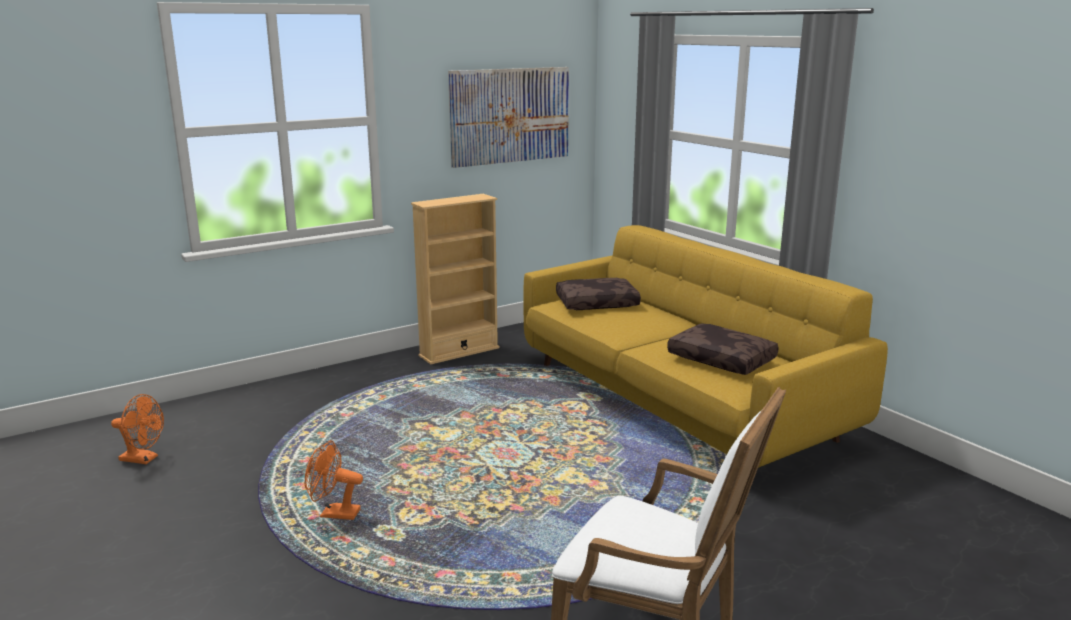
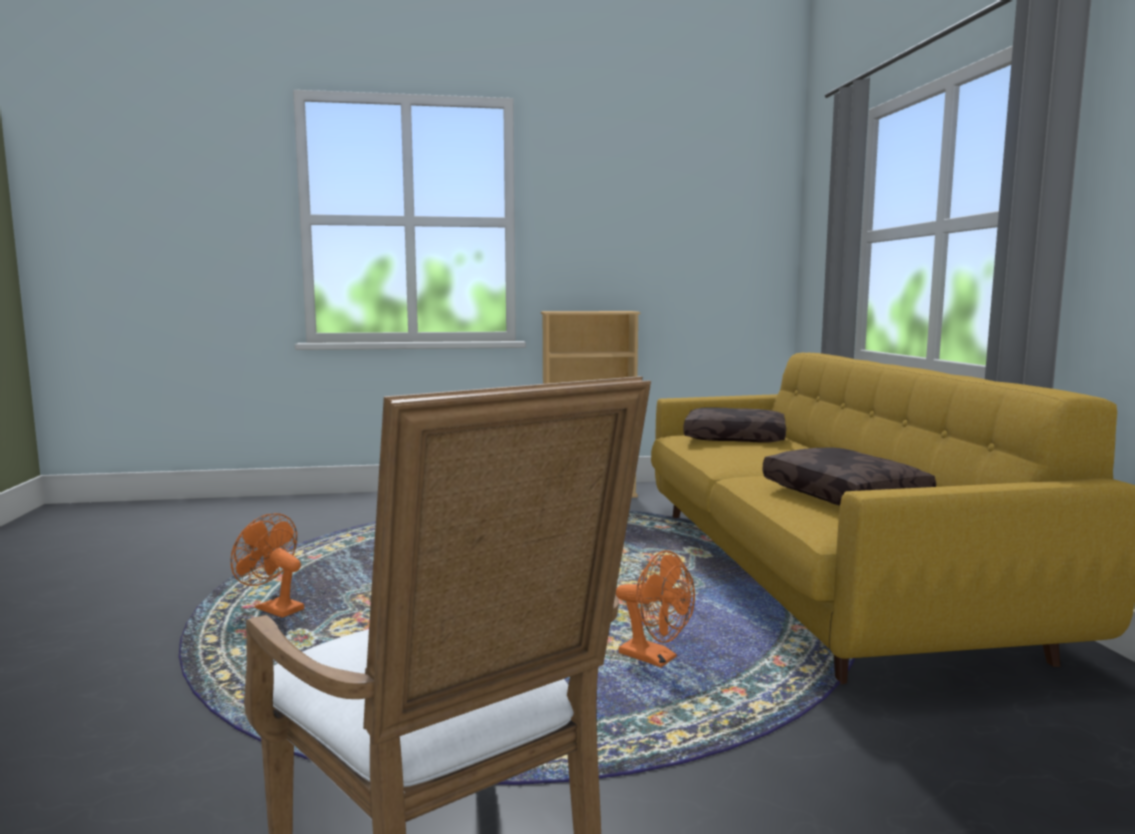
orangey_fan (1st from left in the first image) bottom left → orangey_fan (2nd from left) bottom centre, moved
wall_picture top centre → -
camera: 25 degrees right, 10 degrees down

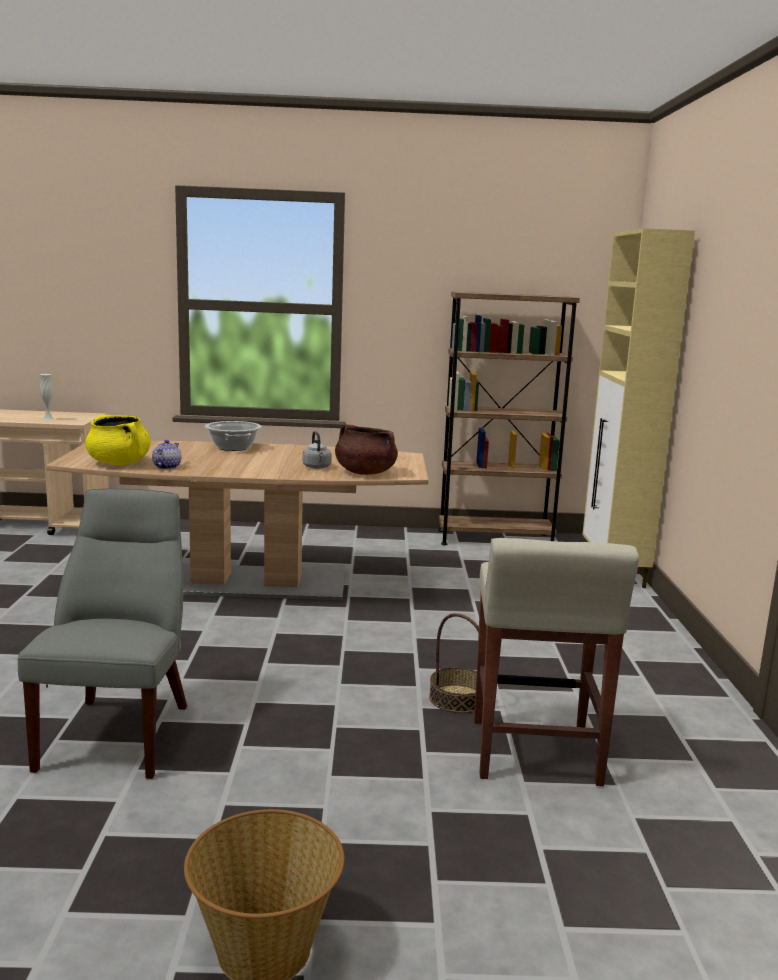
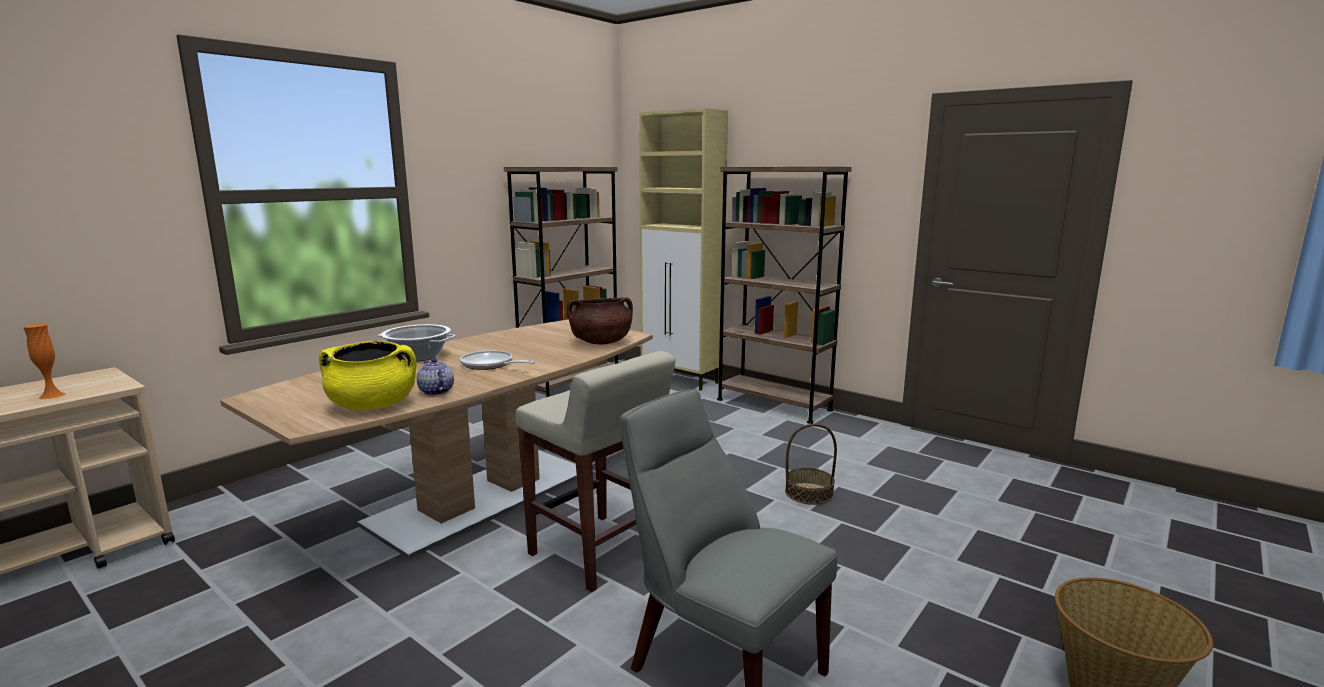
white_decorative_vase middle left → orangey_decorative_vase middle left
gray_water_kettle centre → -
beige-coloured_stool_seat bottom right → beige-coloured_stool_seat bottom centre, moved
- → pan centre
- → brownish_bookcase (2nd from left) centre
camera: 50 degrees left, 0 degrees up

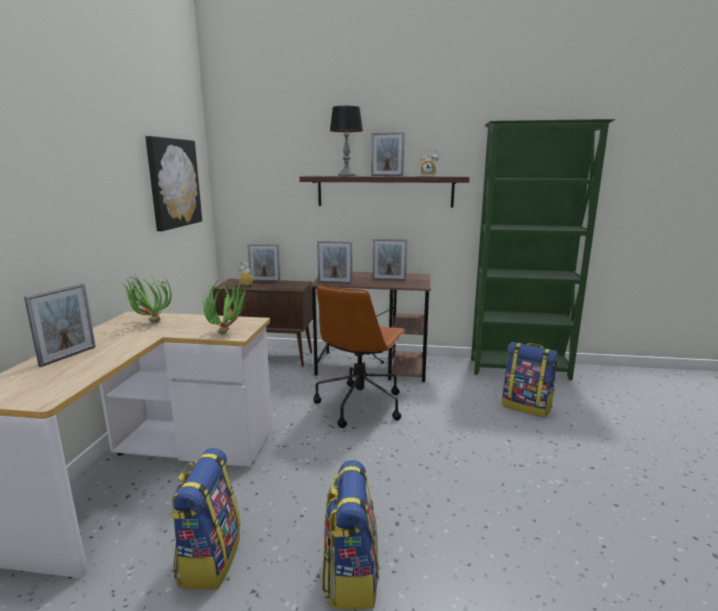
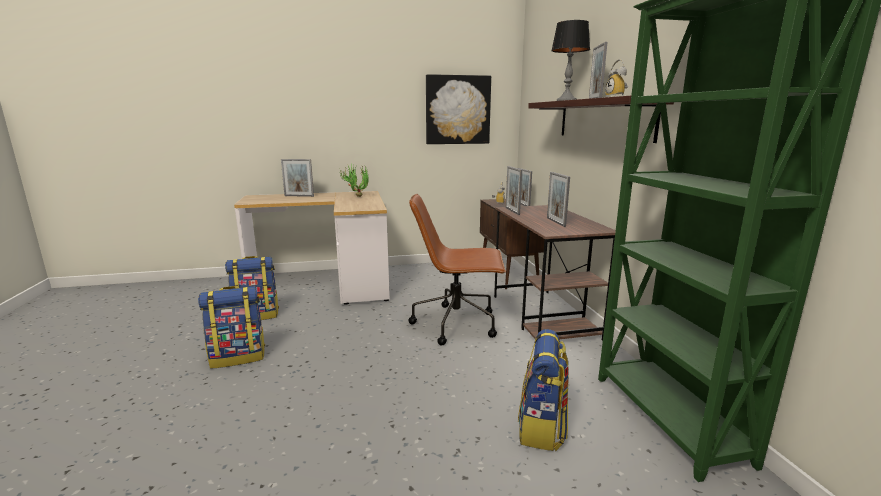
plant_in_a_pot (2nd from left) middle left → -
camera: 70 degrees right, 0 degrees up

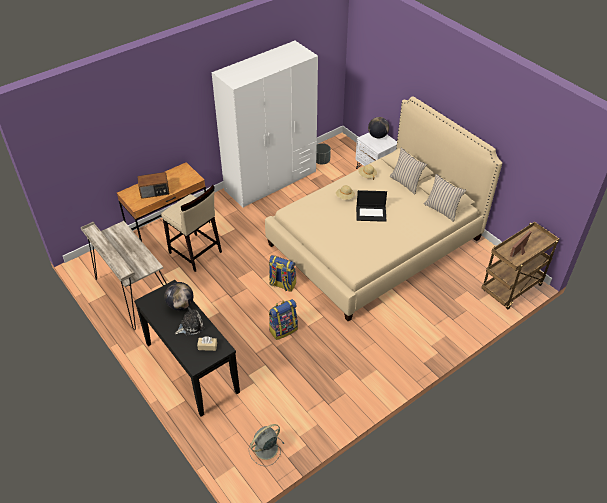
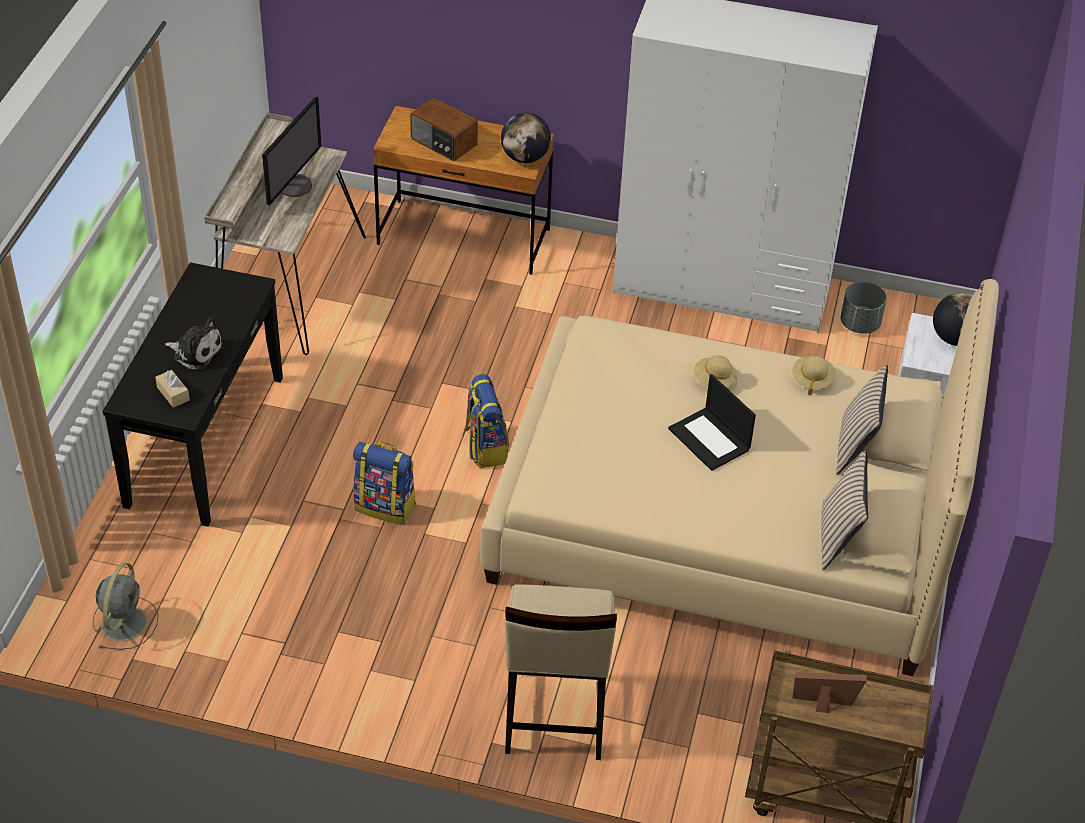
beige-coloured_stool_seat middle left → beige-coloured_stool_seat bottom centre, moved
world_globe (1st from left) middle left → world_globe (1st from left) top centre, moved
gray_fan bottom centre → gray_fan bottom left, 90 degrees clockwise
- → monitor top left
camera: 50 degrees right, 0 degrees up

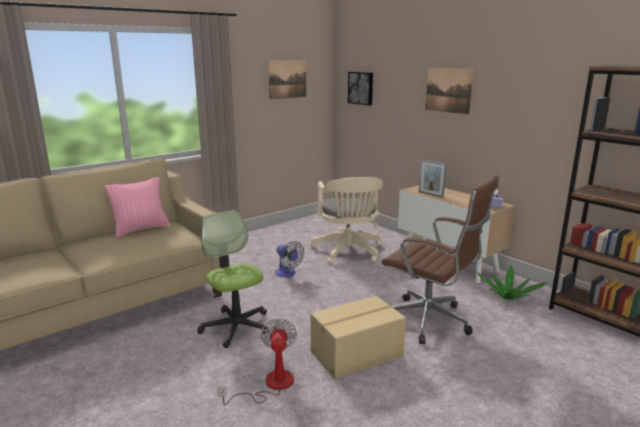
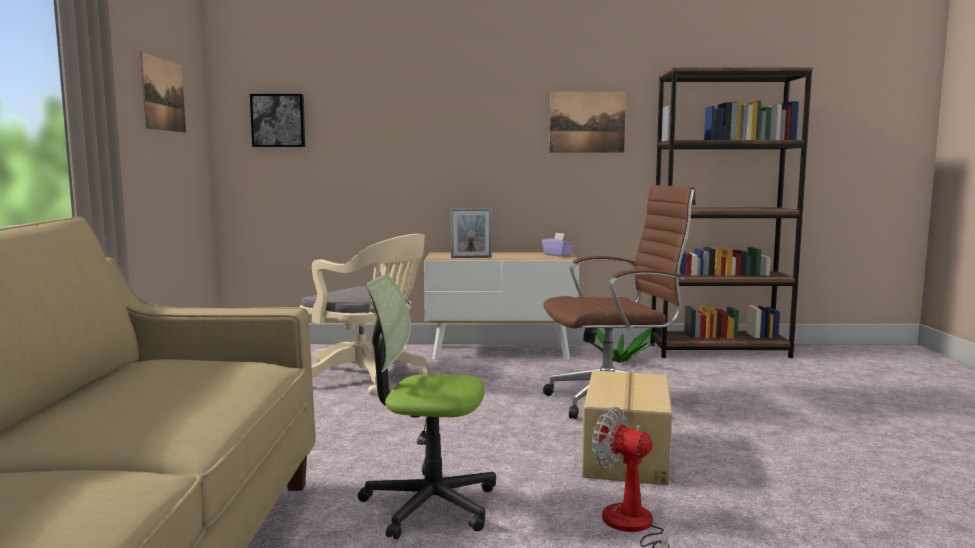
pinkish_cushion middle left → -
fan (2nd from left) centre → -
wall_picture (3rd from left) top right → wall_picture (3rd from left) top centre, moved
camera: 50 degrees left, 10 degrees down

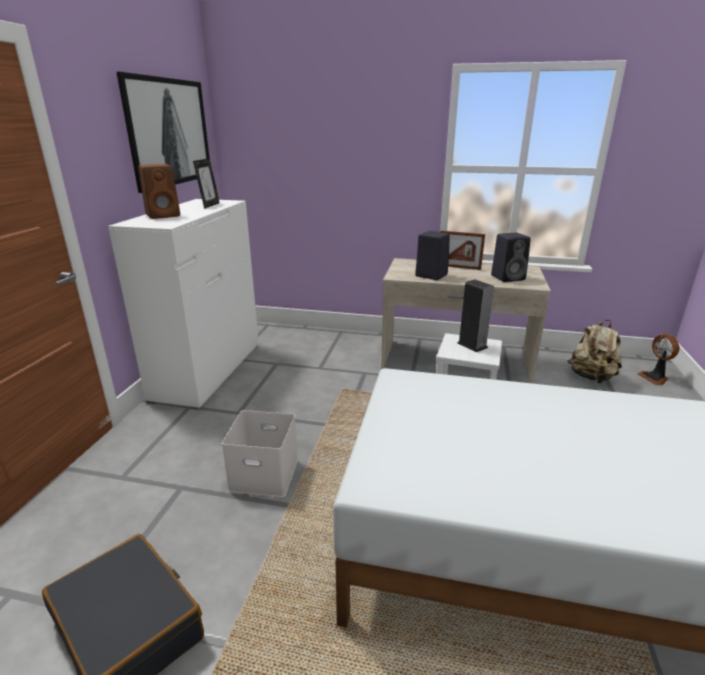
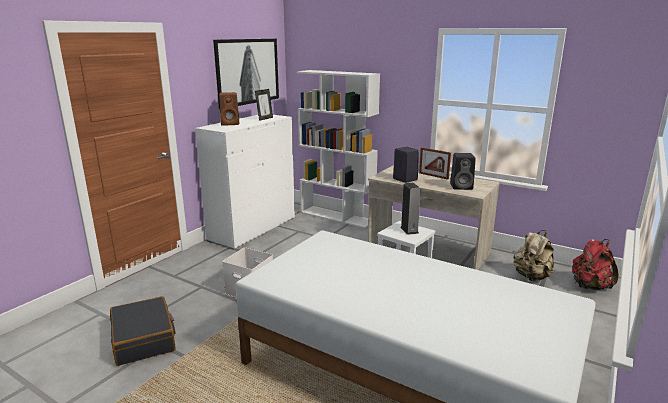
fan middle right → red-coloured_rucksack middle right
- → white_bookcase centre
camera: 20 degrees right, 5 degrees down

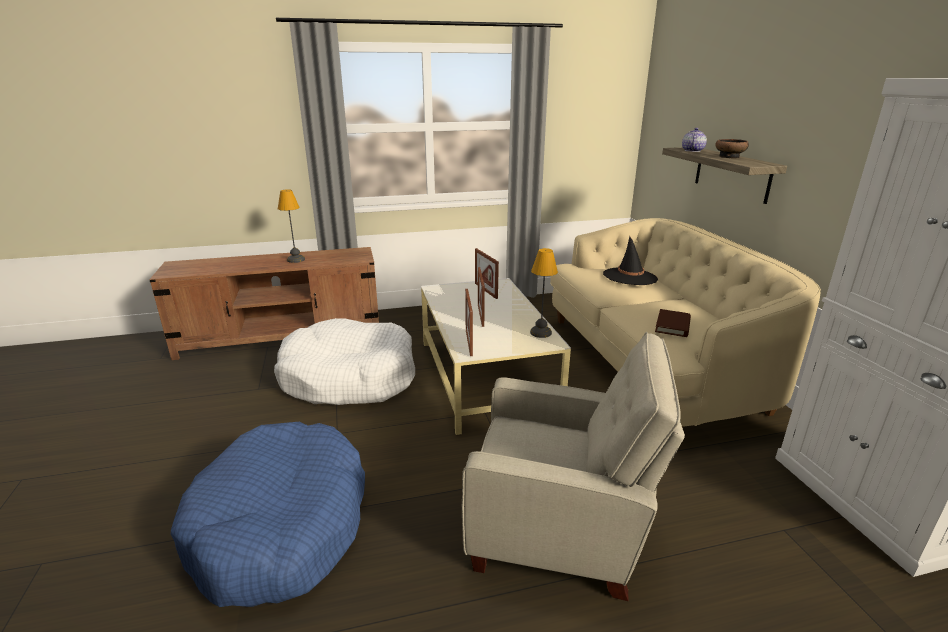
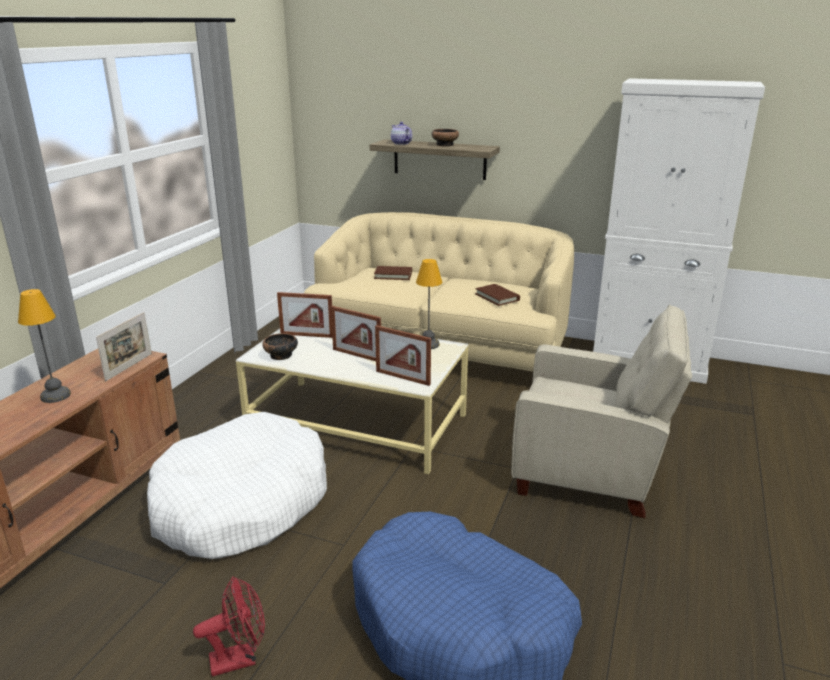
beige-coloured_easy_chair bottom centre → beige-coloured_easy_chair middle right, 60 degrees clockwise
black-coloured_clothing_hat centre → brownish_volume (1st from left) centre
- → picture_frame (1st from left) middle left
- → red-coloured_fan bottom left
- → serving_bowl (1st from left) centre
camera: 55 degrees left, 0 degrees up

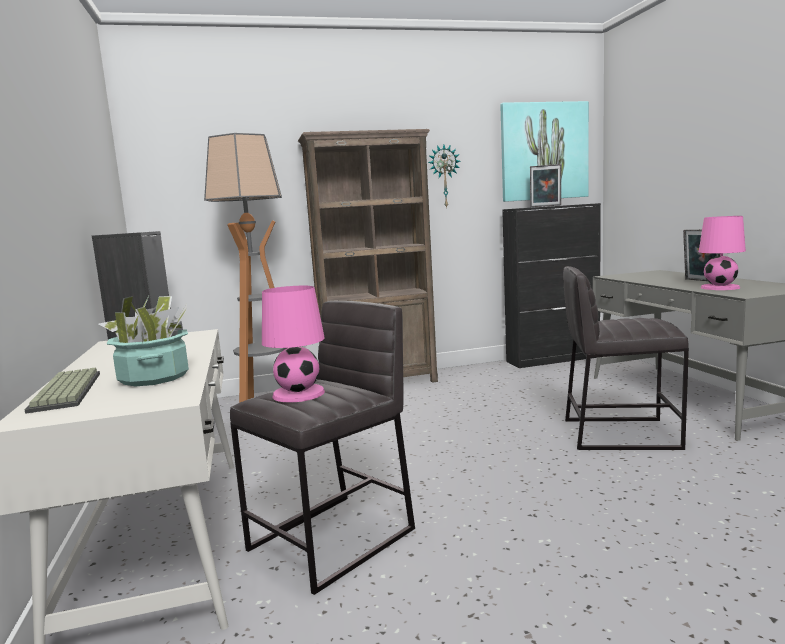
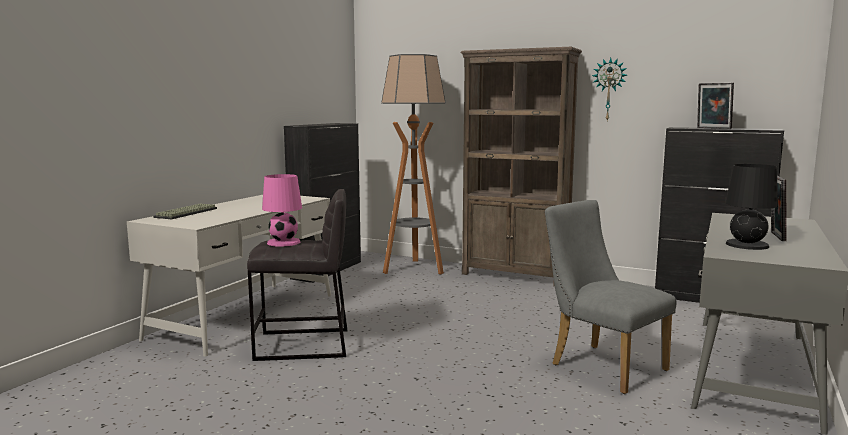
plant_in_a_pot middle left → -
wall_picture top right → -
gray_stool_seat (2nd from left) middle right → gray_chair bottom right
pinkish_table_lamp (2nd from left) middle right → black-coloured_table_lamp middle right
camera: 40 degrees right, 0 degrees up

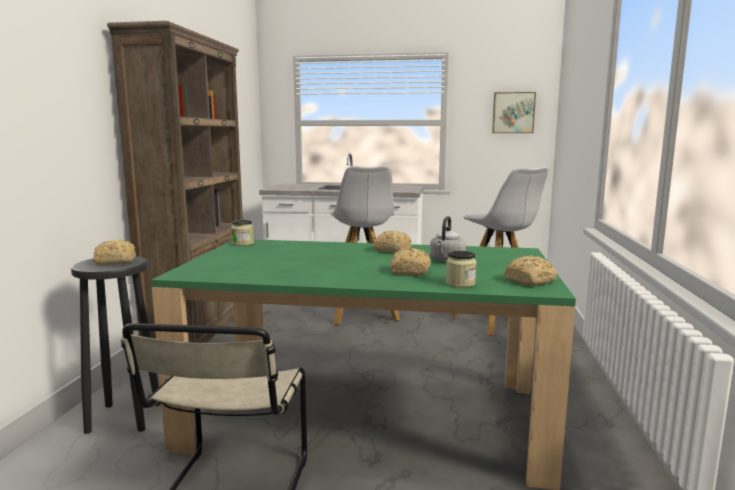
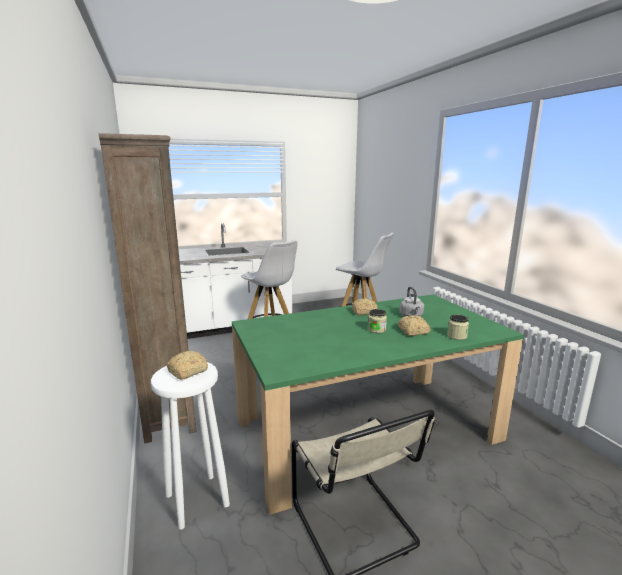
black-coloured_stool_seat bottom left → white_stool_seat (1st from left) bottom left
storage_jar (1st from left) middle left → storage_jar (1st from left) centre, moved
wall_picture top right → -
baked_bread (4th from left) middle right → -
camera: 30 degrees left, 5 degrees up

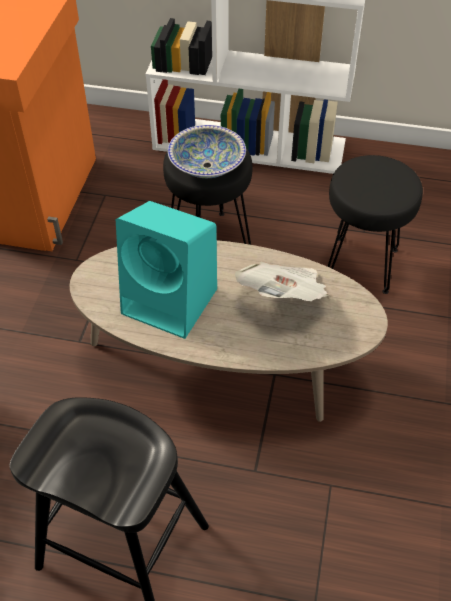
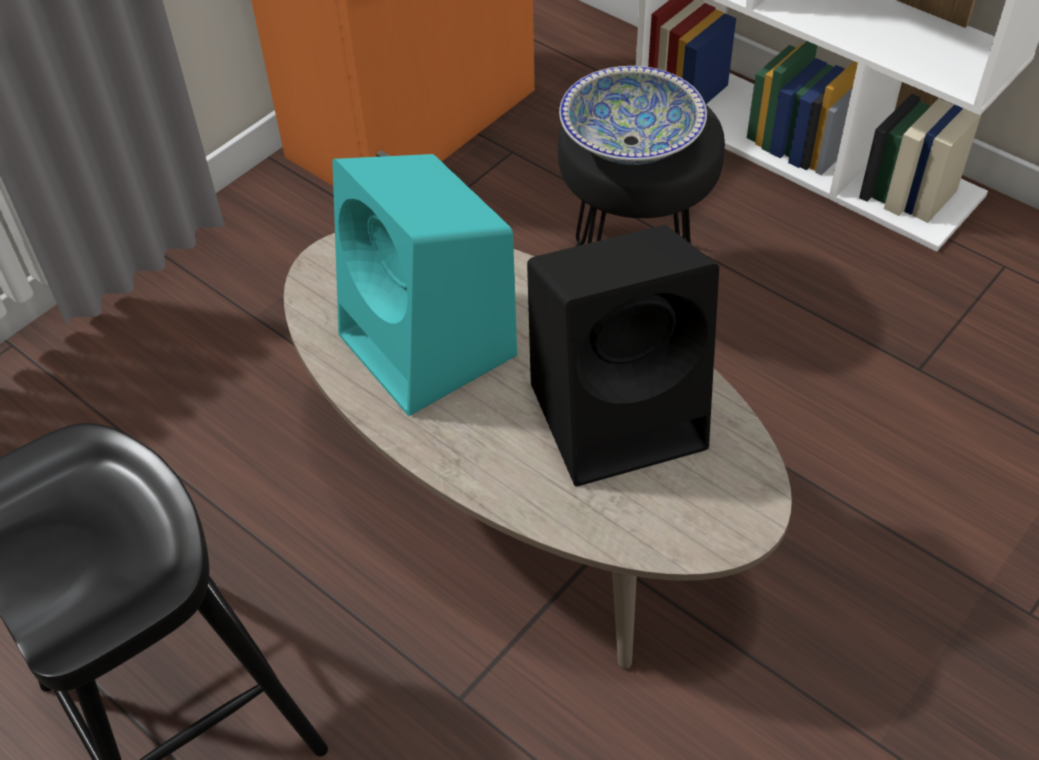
newspaper centre → black-coloured_loudspeaker centre
black-coloured_stool_seat (3rd from left) middle right → -
camera: 30 degrees right, 0 degrees up

